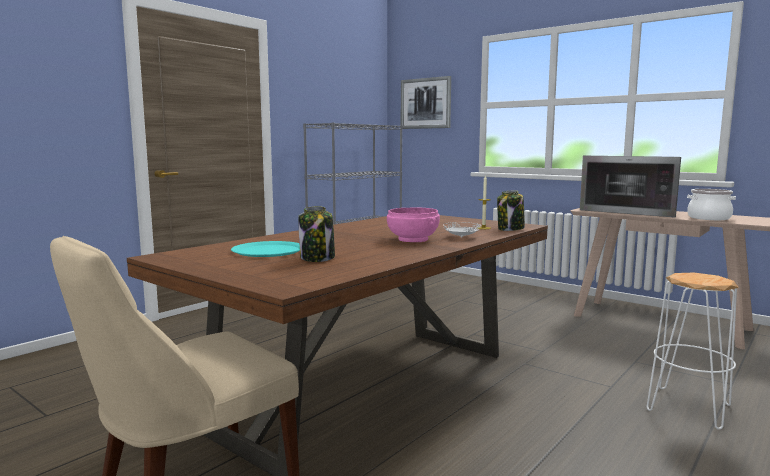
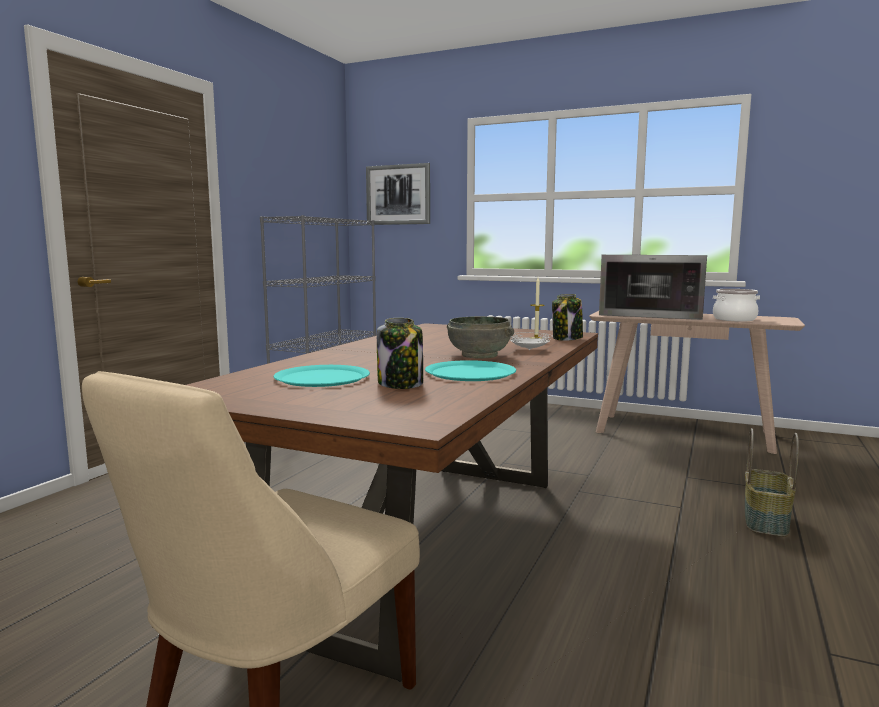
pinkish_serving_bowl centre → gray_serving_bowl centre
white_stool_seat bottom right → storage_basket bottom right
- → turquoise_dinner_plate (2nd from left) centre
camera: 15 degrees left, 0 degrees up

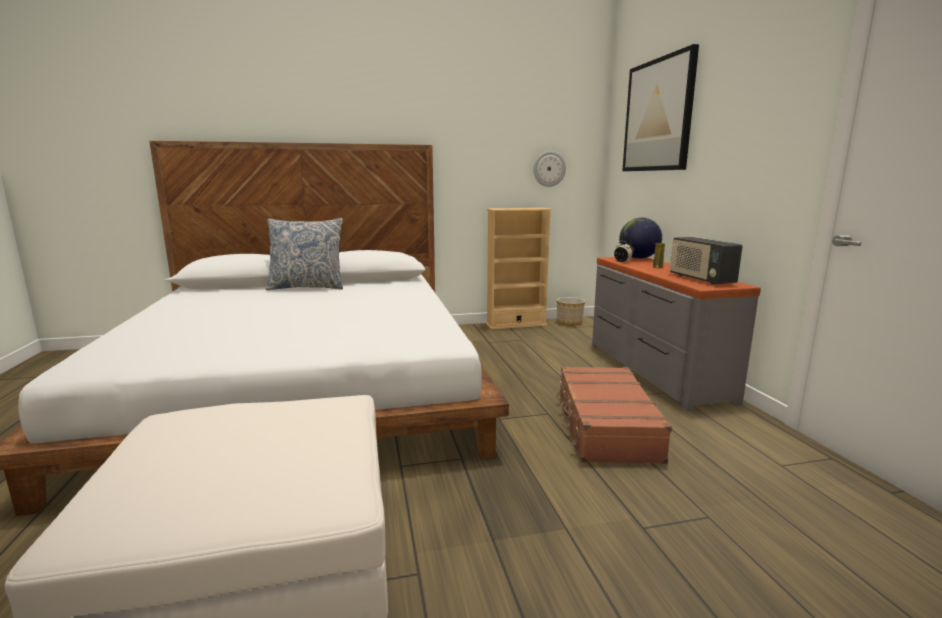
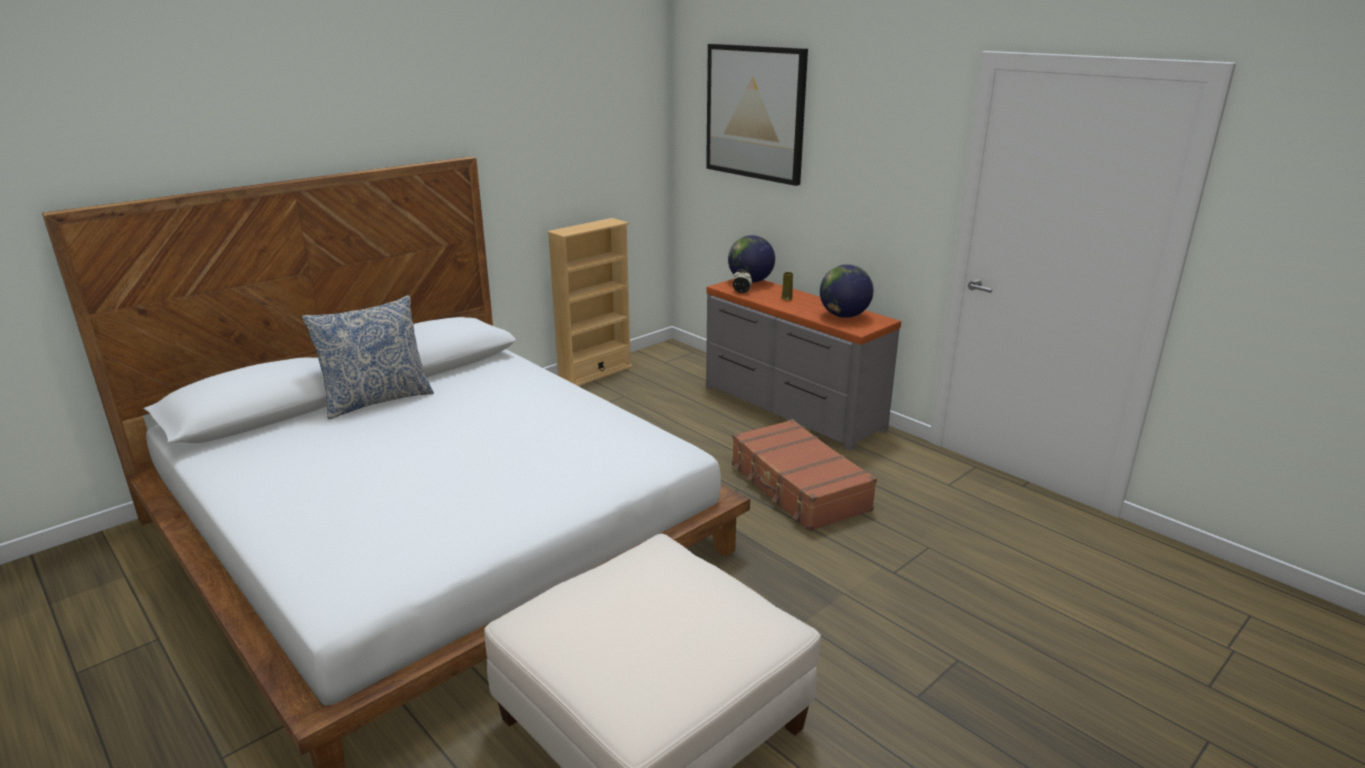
hanging_clock top centre → -
plant_pot centre → -
radio_set middle right → world_globe (2nd from left) centre
camera: 30 degrees left, 10 degrees up

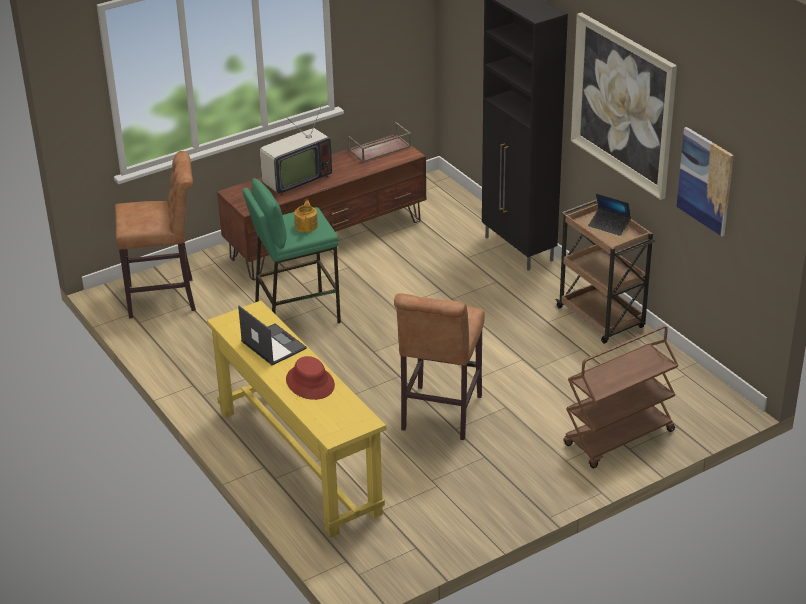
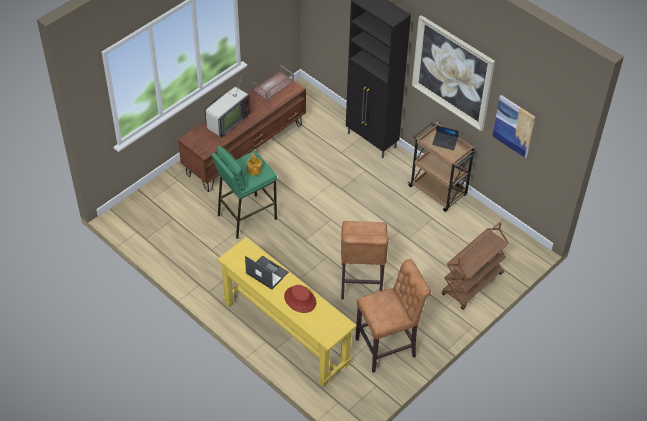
brownish_stool_seat (1st from left in the first image) middle left → brownish_stool_seat (2nd from left) bottom centre, moved
camera: 15 degrees left, 15 degrees up

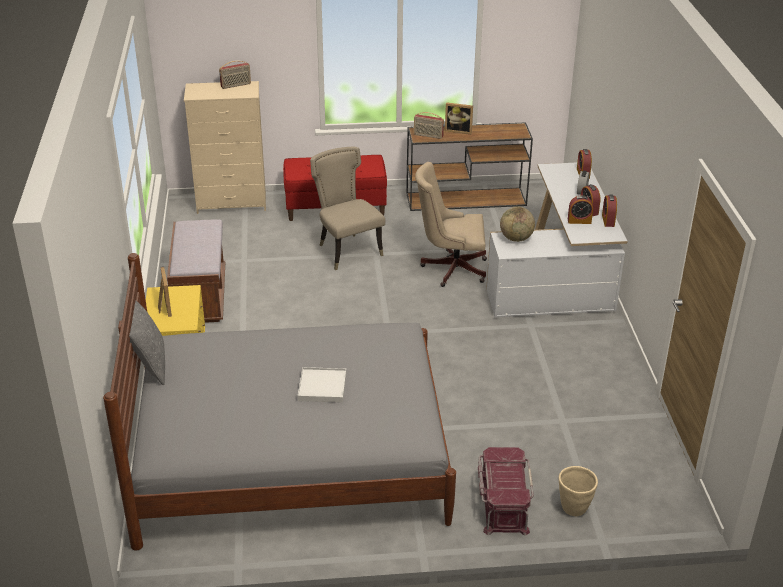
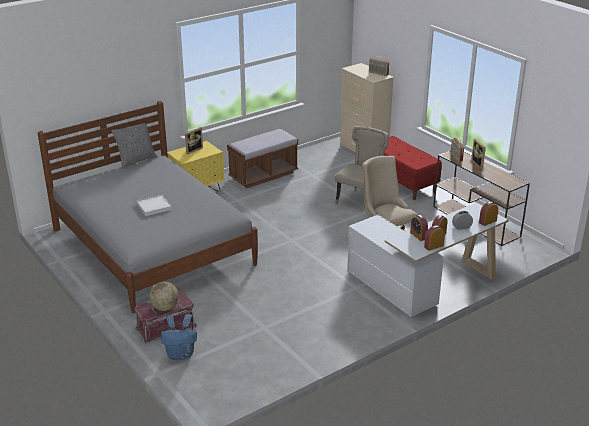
world_globe centre → world_globe bottom left, moved
beige-coloured_plant_pot bottom right → blue_rucksack bottom left
camera: 60 degrees right, 5 degrees down

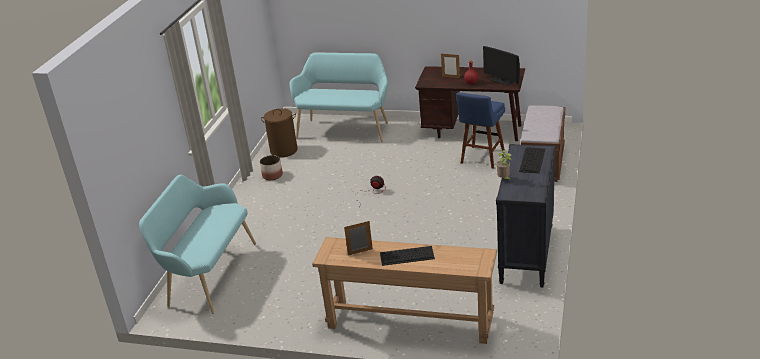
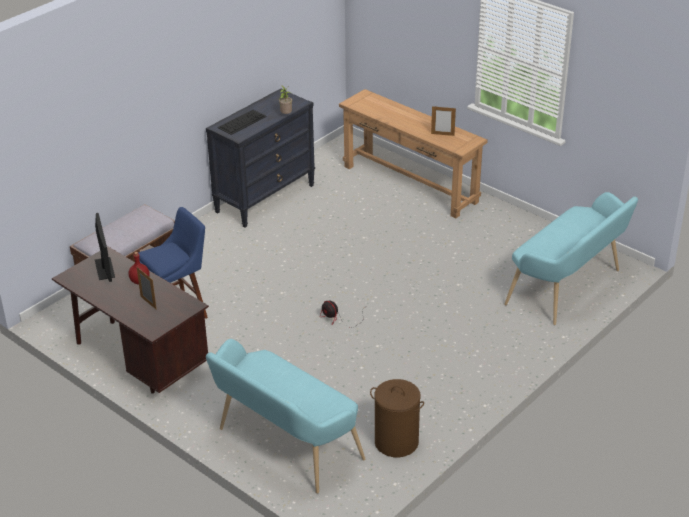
plant_pot centre → -
computer_keyboard (1st from left) bottom centre → -
camera: 155 degrees left, 5 degrees up

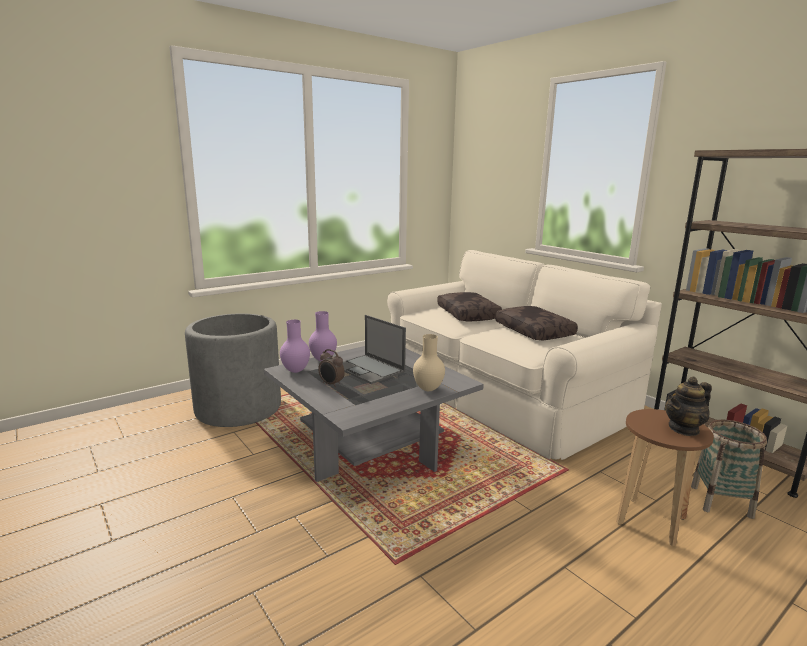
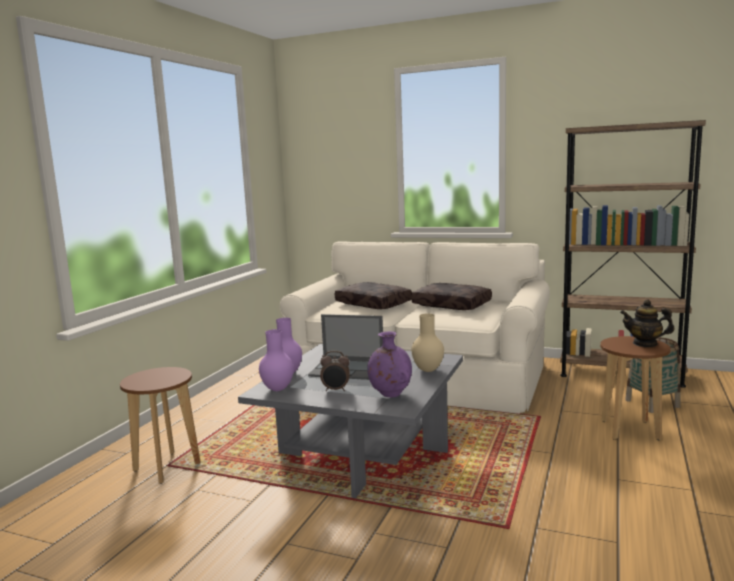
gray_plant_pot middle left → brownish_stool_seat (1st from left) bottom left
pot_for_tea middle right, 75 degrees clockwise
- → purplish_decorative_vase (3rd from left) centre
camera: 30 degrees left, 5 degrees down

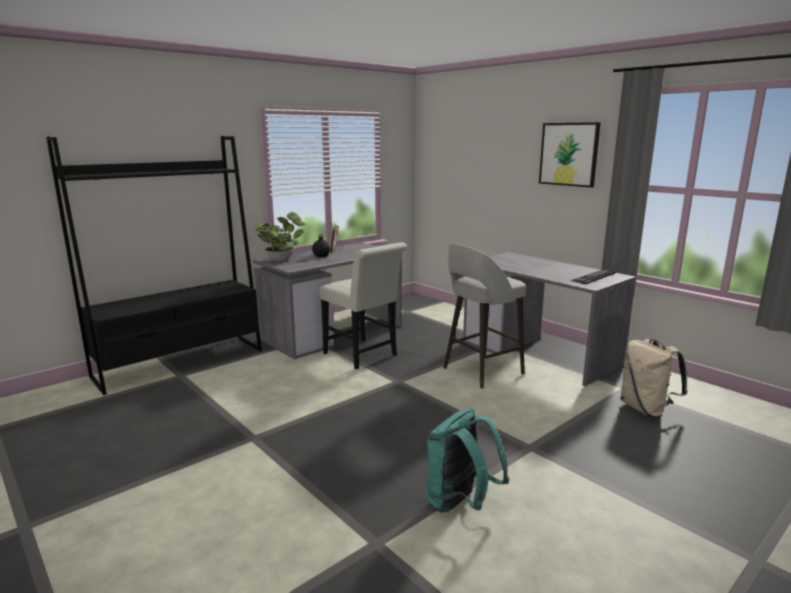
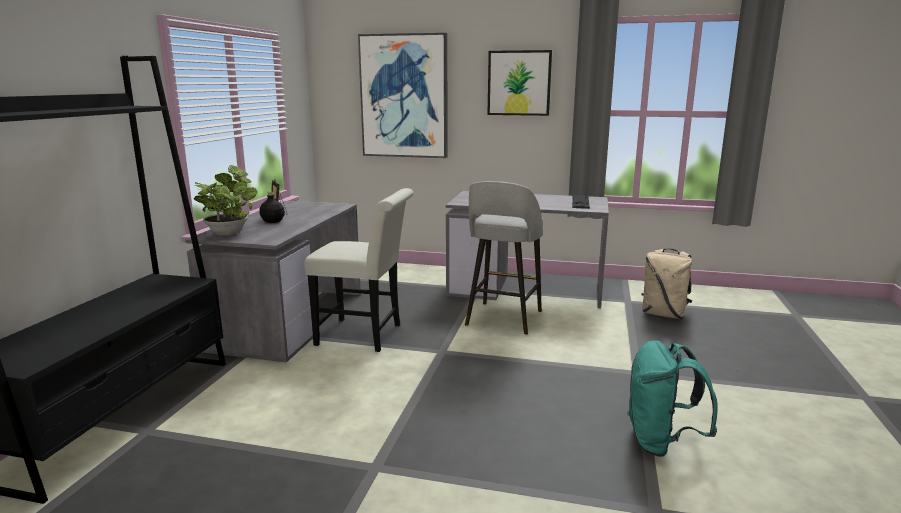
- → wall_picture (1st from left) top centre
camera: 35 degrees left, 0 degrees up

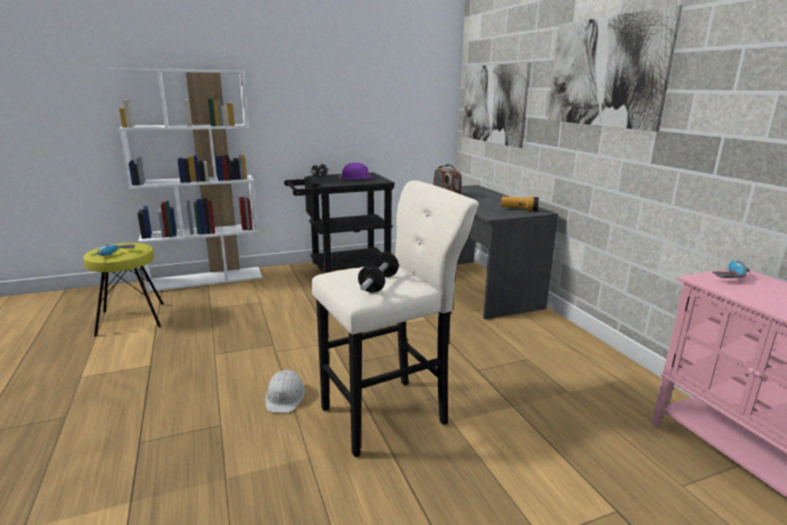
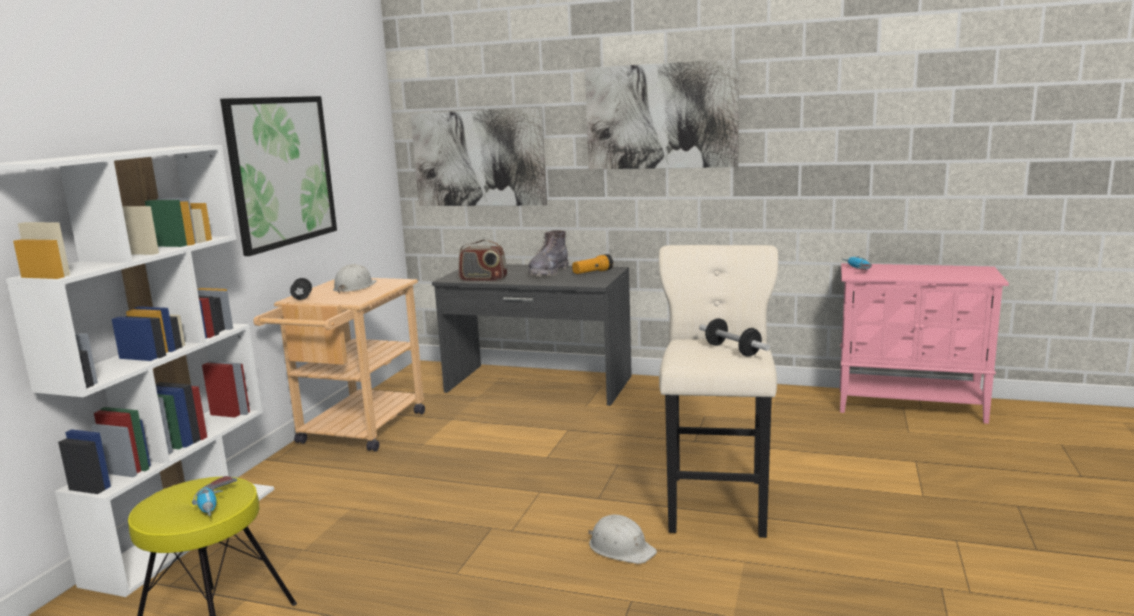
black-coloured_trolley centre → beige-coloured_trolley middle left
purplish_hard_hat top centre → white_hard_hat (1st from left) middle left
- → wall_picture (1st from left) top left
- → gray_high-top_boot centre
camera: 50 degrees left, 5 degrees down

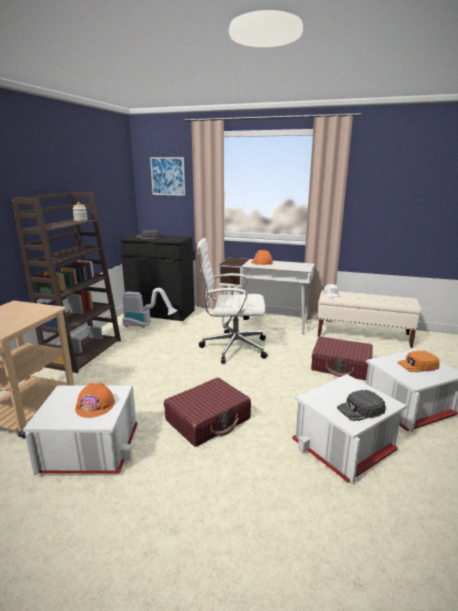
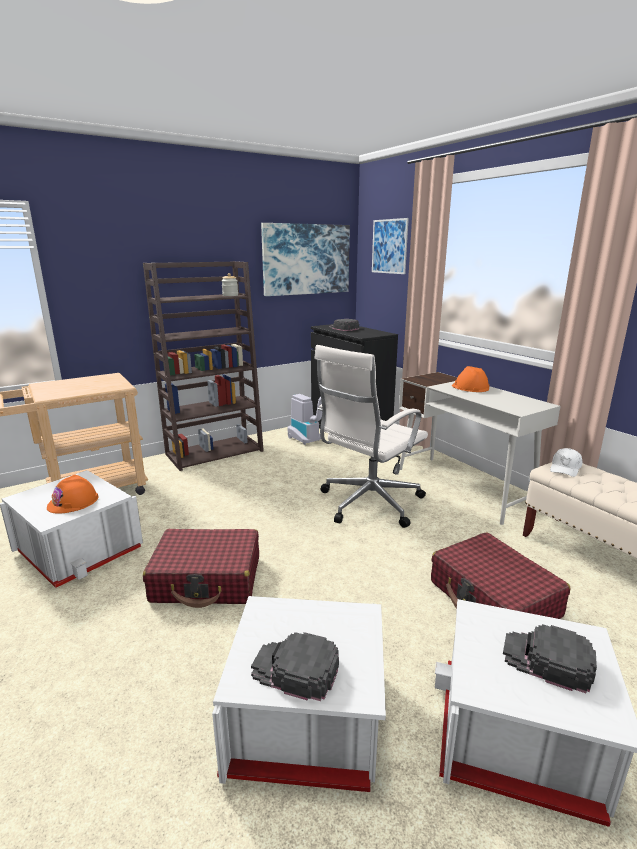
white_desk_chair centre, 90 degrees counterclockwise
orangey_cap middle right → black-coloured_cap (3rd from left) bottom right
- → wall_picture (1st from left) top centre
camera: 40 degrees right, 0 degrees up

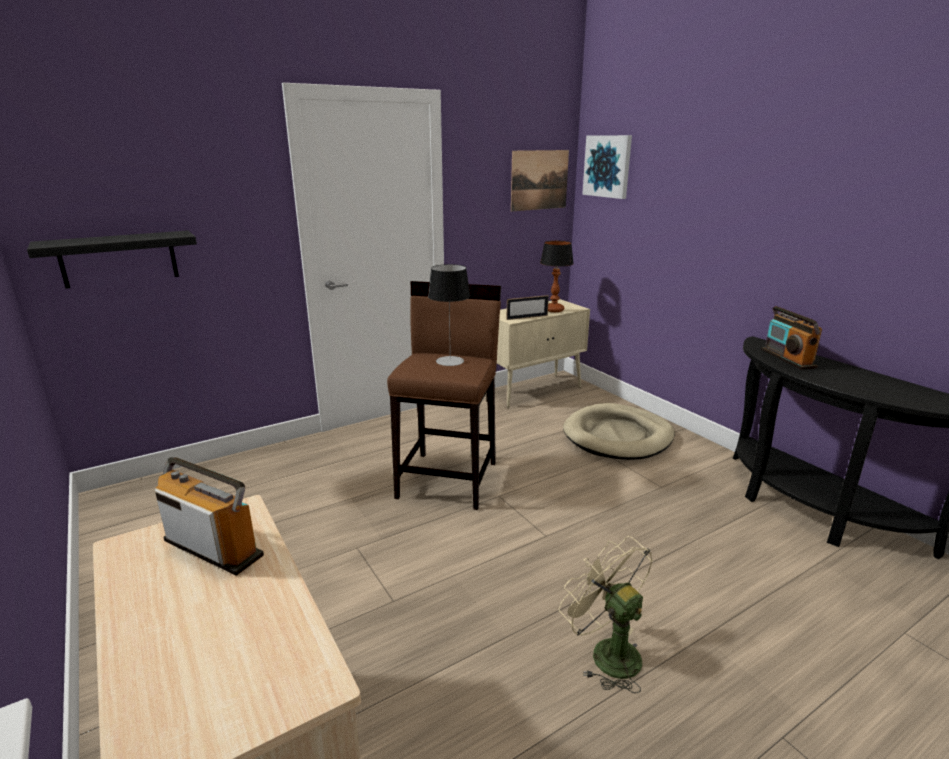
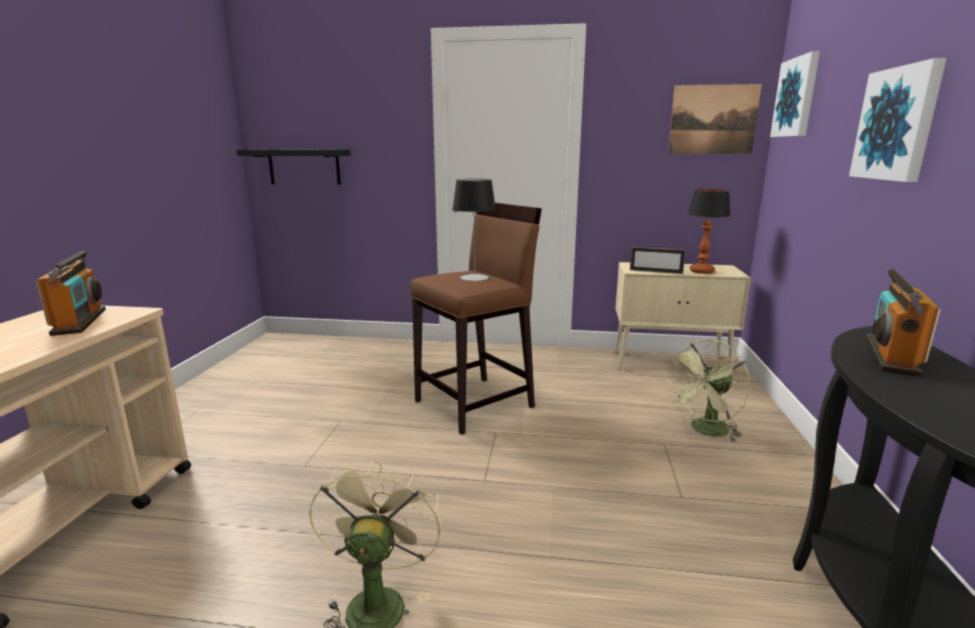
beige-coloured_dog_cushion centre → green-coloured_fan middle right
- → wall_picture (3rd from left) top right
camera: 40 degrees right, 5 degrees down

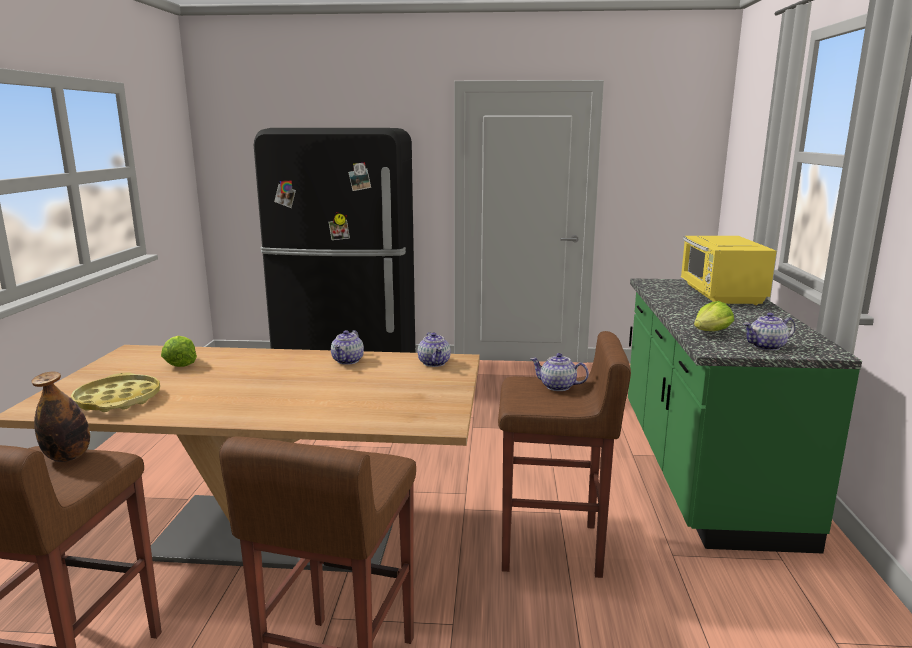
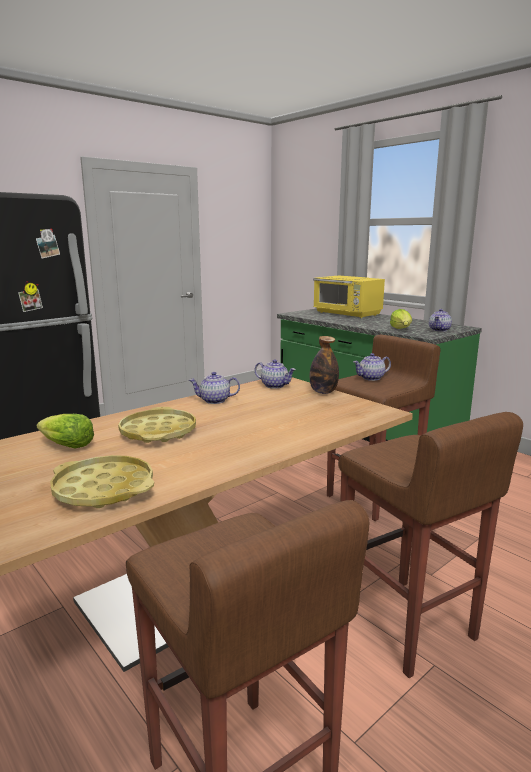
drink_bottle middle left → drink_bottle centre, moved
pot_for_tea (1st from left) centre, 120 degrees clockwise
- → yellow_serving_tray (2nd from left) middle left
camera: 45 degrees left, 0 degrees up

